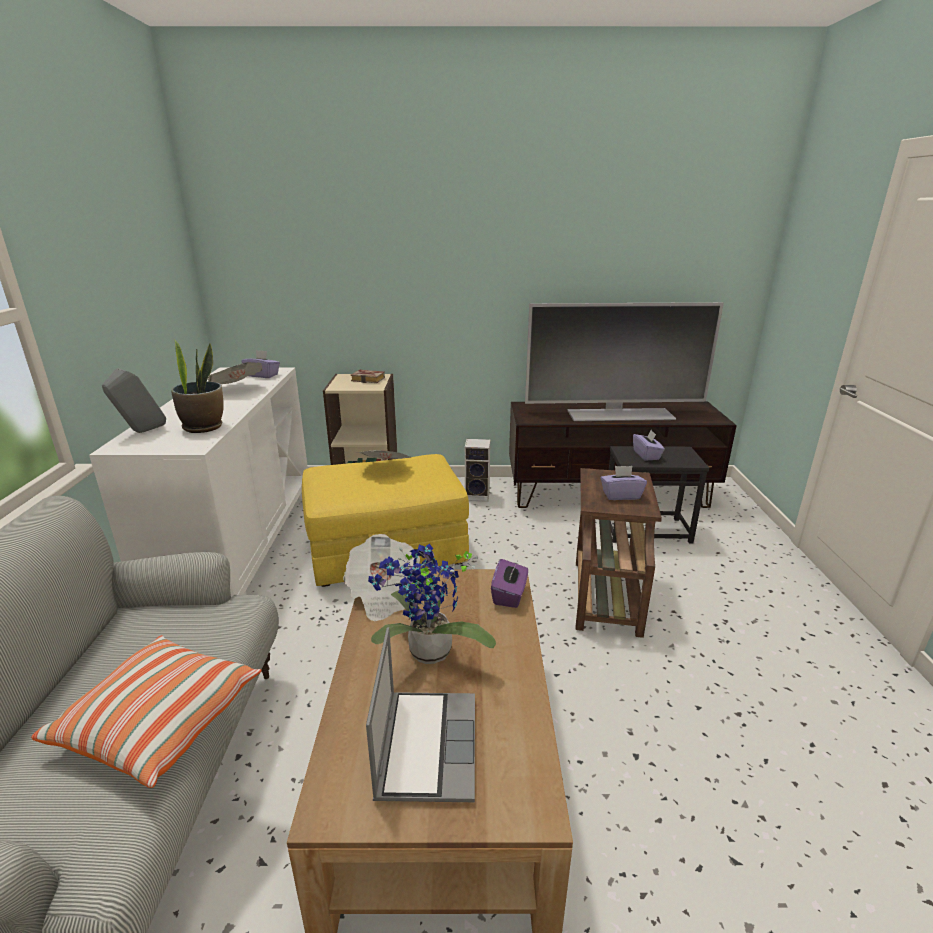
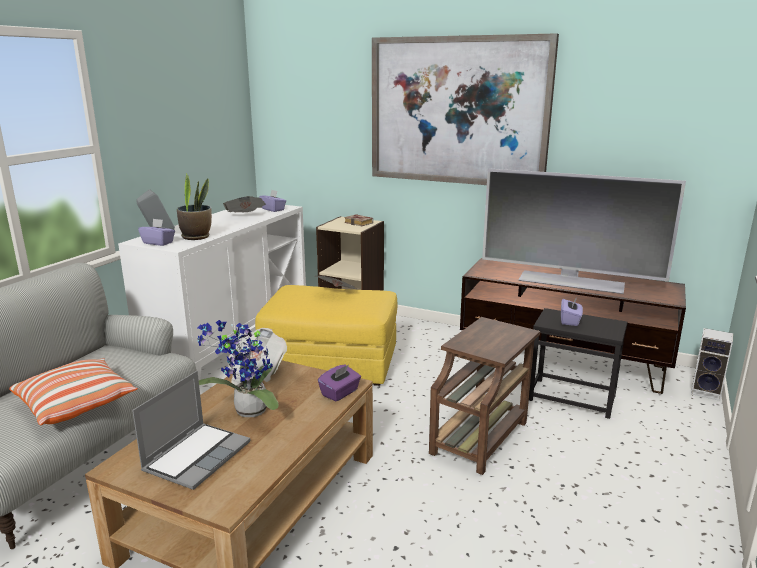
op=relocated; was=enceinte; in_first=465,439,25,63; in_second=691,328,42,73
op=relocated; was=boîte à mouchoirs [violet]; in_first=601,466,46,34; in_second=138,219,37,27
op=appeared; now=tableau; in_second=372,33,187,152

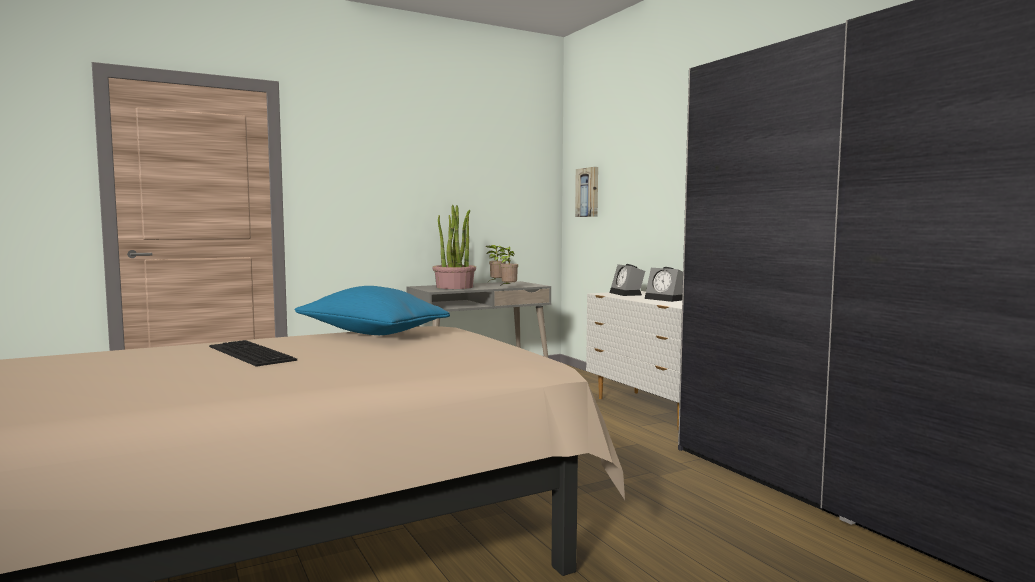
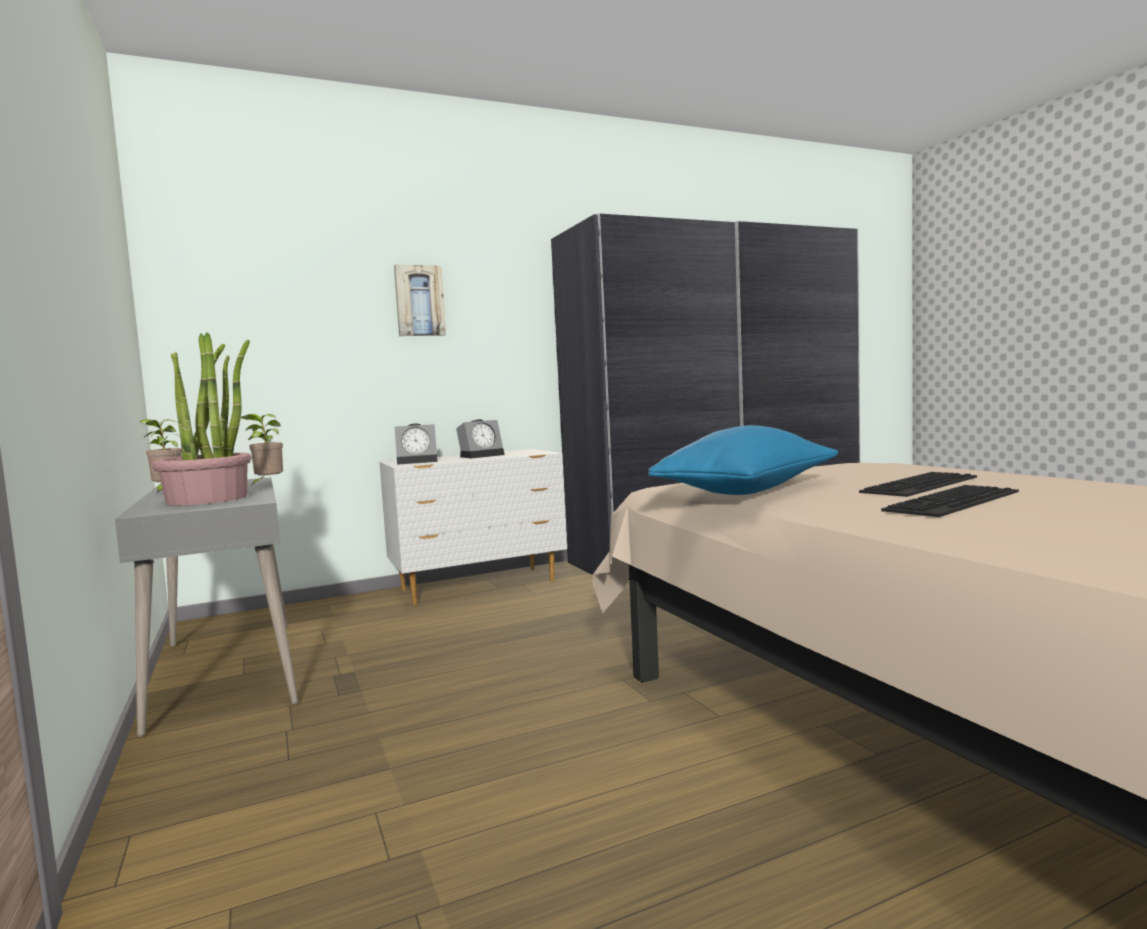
op=relocated; was=tableau; in_first=575,167,23,50; in_second=394,265,52,71
op=appeared; now=clavier; in_second=859,472,118,25

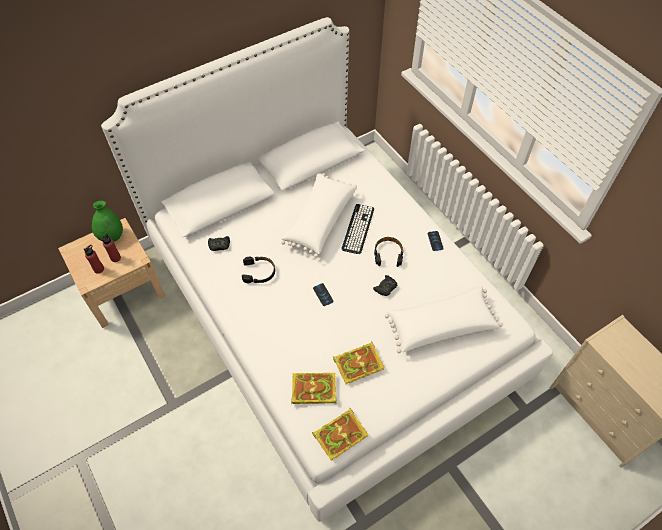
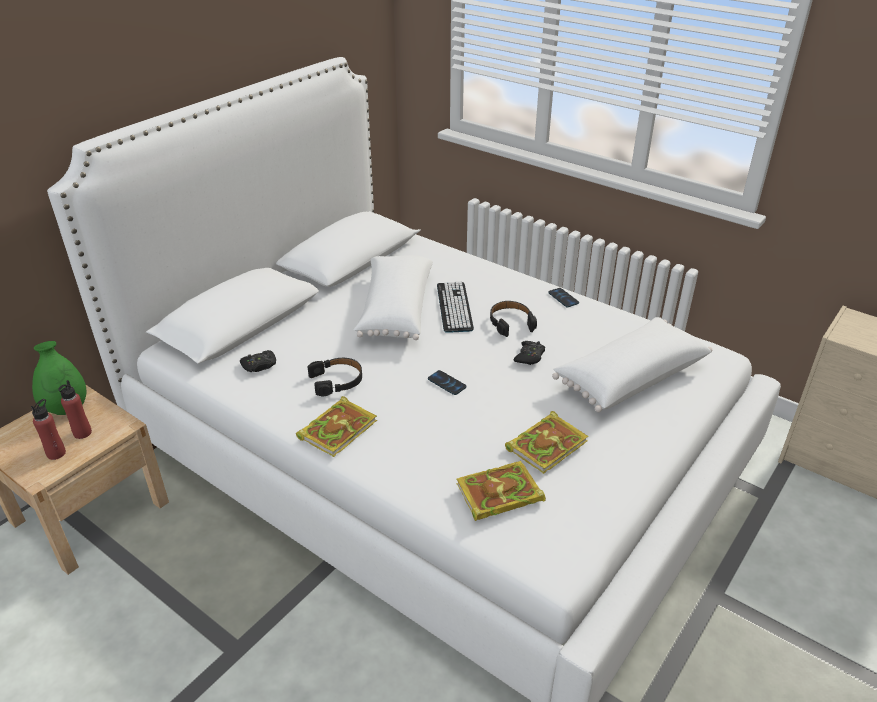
op=relocated; was=livre; in_first=312,408,56,53; in_second=296,396,81,61

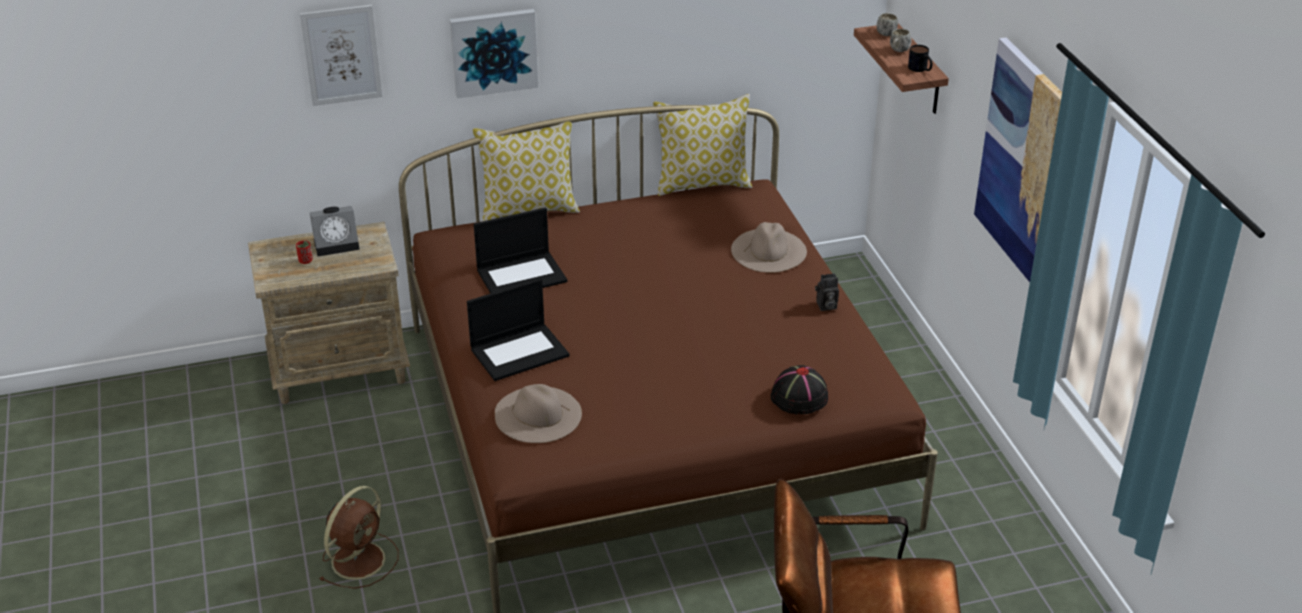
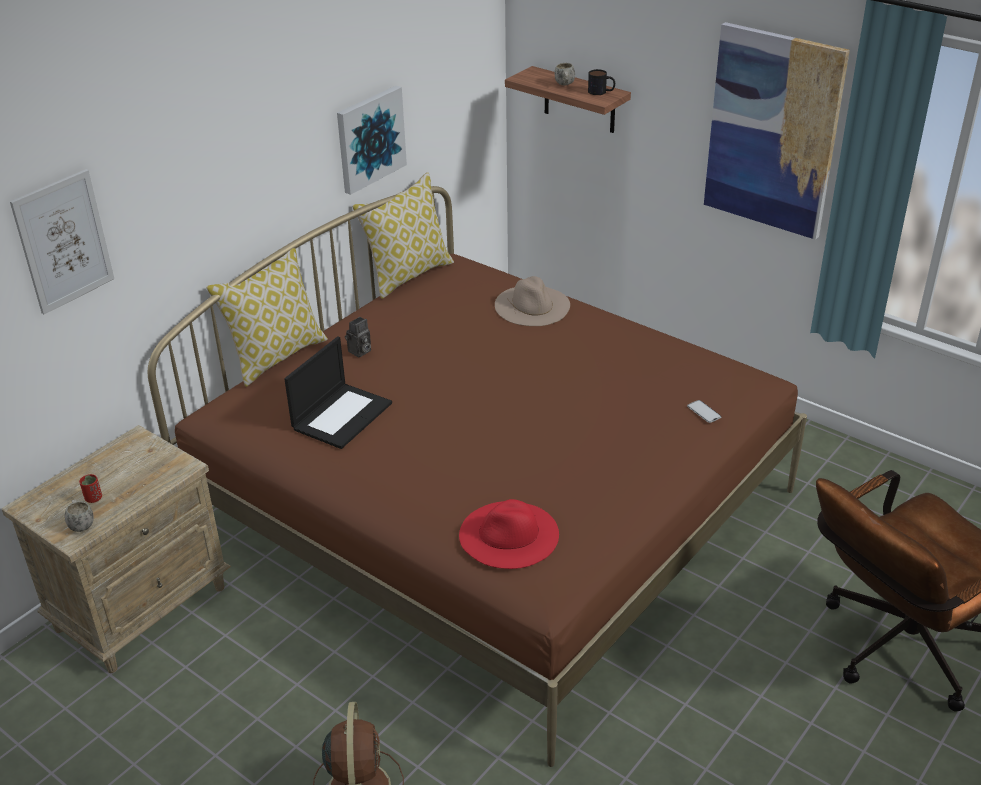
op=missing; was=réveil; in_first=310,206,50,50
op=relocated; was=tableau; in_first=450,9,88,90; in_second=337,86,70,109
op=missing; was=ordinateur portable; in_first=467,278,103,103
op=colour; was=chapeau [beige]; now=chapeau [rouge]; in_first=495,384,87,59; in_second=459,499,100,70
op=exchanged; was=chapeau [noir]; now=téléphone; in_first=771,365,57,49; in_second=687,400,34,23
op=relocated; was=appareil photo; in_first=815,273,24,38; in_second=345,317,26,40
op=relocated; was=mug [blanc]; in_first=877,13,21,23; in_second=65,499,29,33

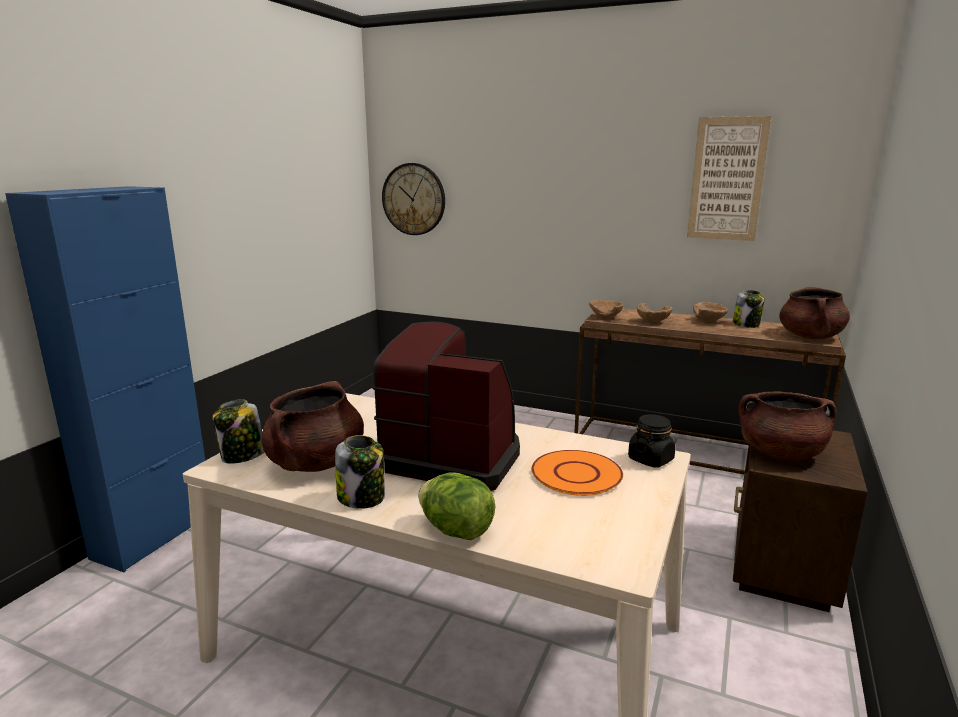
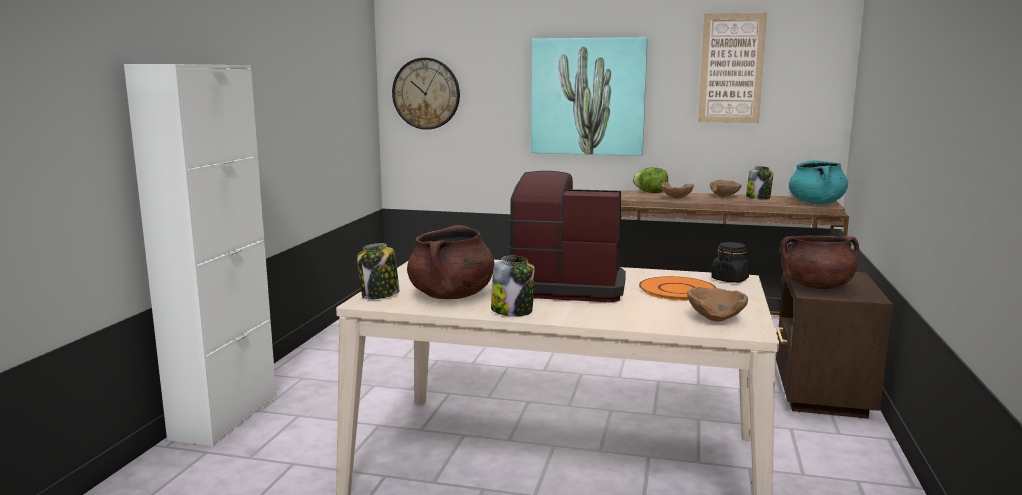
op=colour; was=meuble de rangement [bleu]; now=meuble de rangement [blanc]; in_first=5,186,200,386; in_second=124,64,153,382
op=relocated; was=laitue; in_first=418,472,77,68; in_second=633,167,35,26
op=relocated; was=bol [marron]; in_first=589,299,35,20; in_second=687,287,61,35
op=colour; was=marmite [marron]; now=marmite [turquoise]; in_first=779,287,71,52; in_second=788,160,60,44
op=appeared; now=tableau; in_second=531,37,117,119

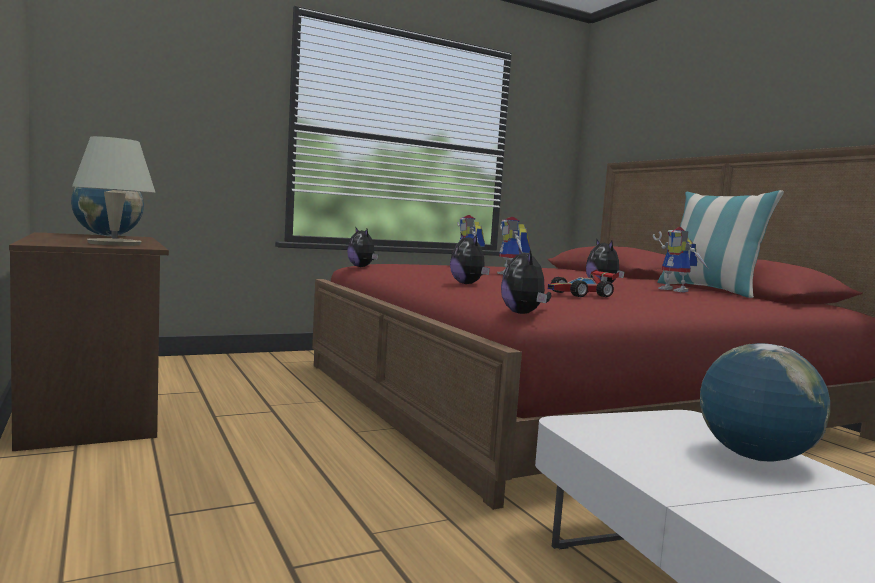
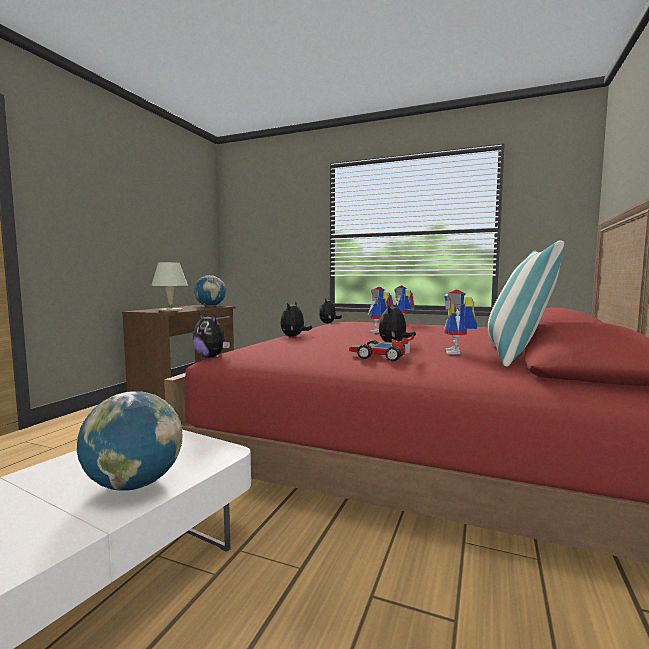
op=spun; was=peluche; in_first=501,249,50,65; in_second=193,314,37,44; clockwise=-90
op=relocated; was=petite voiture; in_first=548,269,71,28; in_second=349,335,65,26

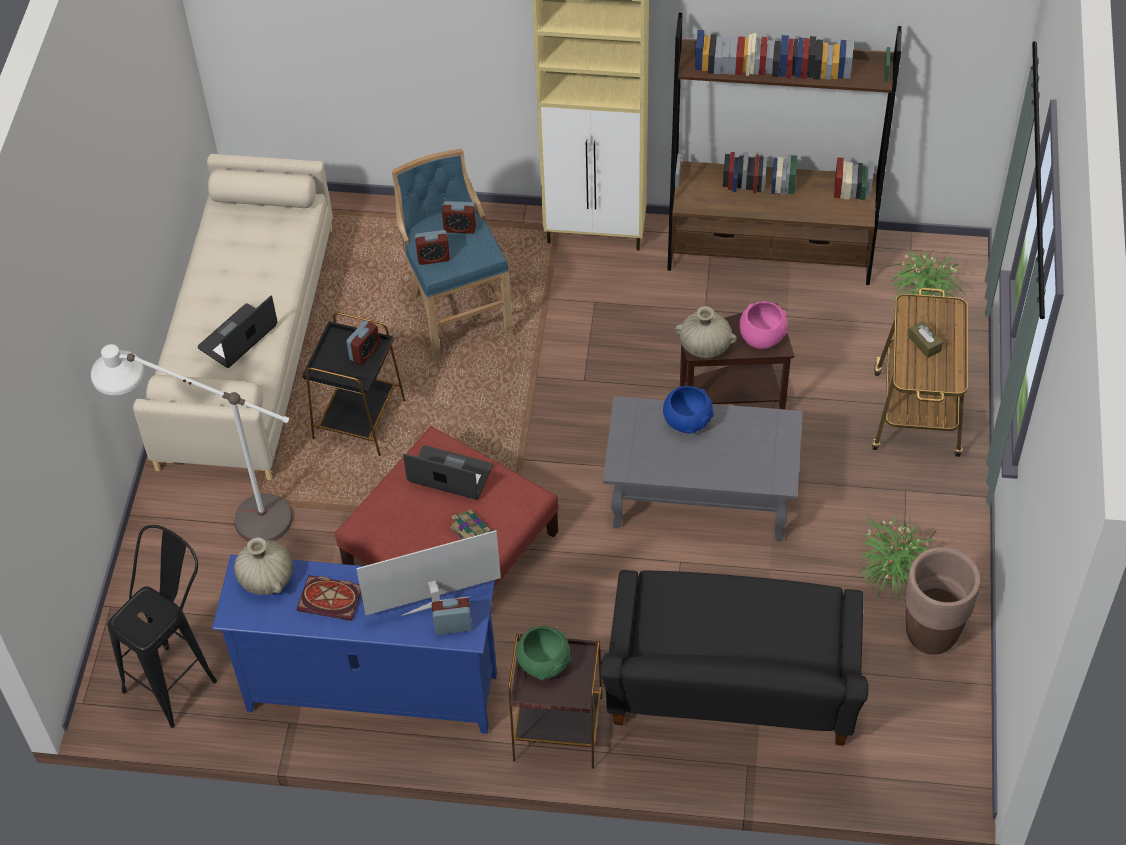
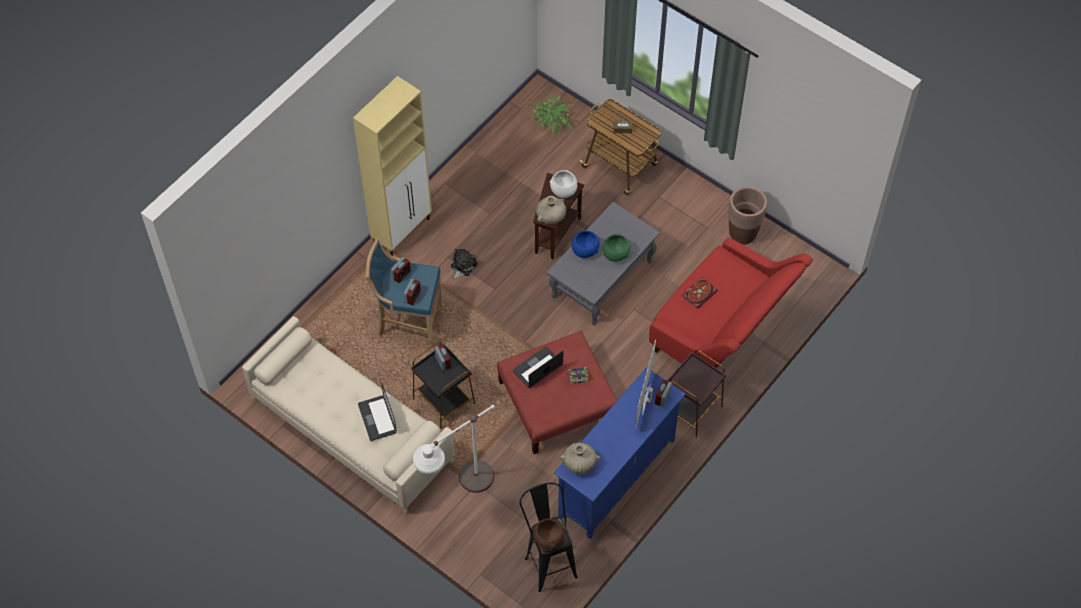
op=relocated; was=livre; in_first=297,575,64,46; in_second=682,278,36,31
op=relocated; was=bol [vert]; in_first=516,626,55,54; in_second=602,234,29,28
op=colour; was=canapé [noir]; now=canapé [rouge]; in_first=600,570,268,176; in_second=649,238,164,130
op=missing; was=bibliothèque [marron]; in_first=667,12,235,273
op=colour; was=bol [rose]; now=bol [blanc]; in_first=739,301,48,48; in_second=550,170,27,28
op=missing; was=plante en pot; in_first=858,513,80,87
op=appeared; now=peluche; in_second=451,249,27,31
op=appeared; now=bol [marron]; in_second=533,519,32,31

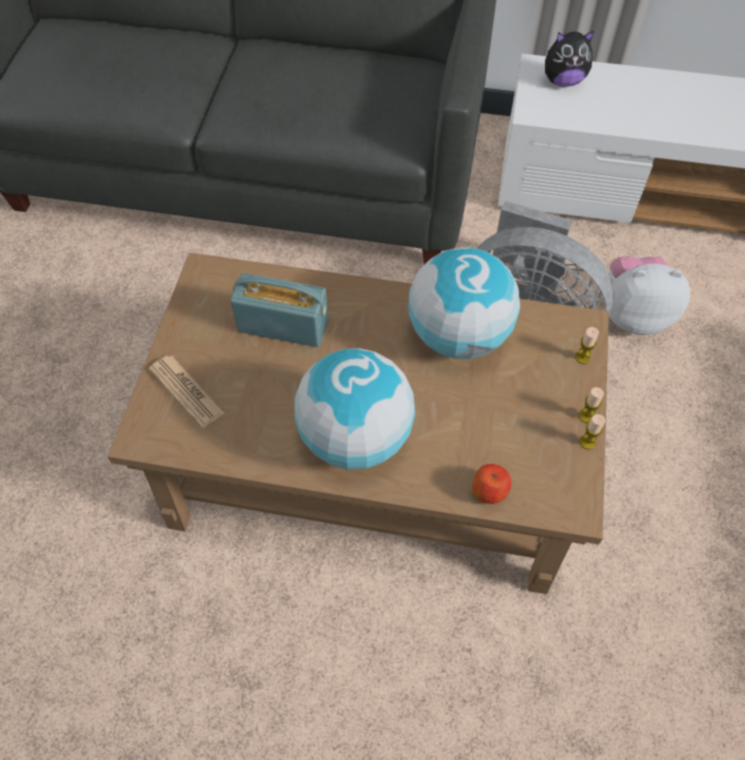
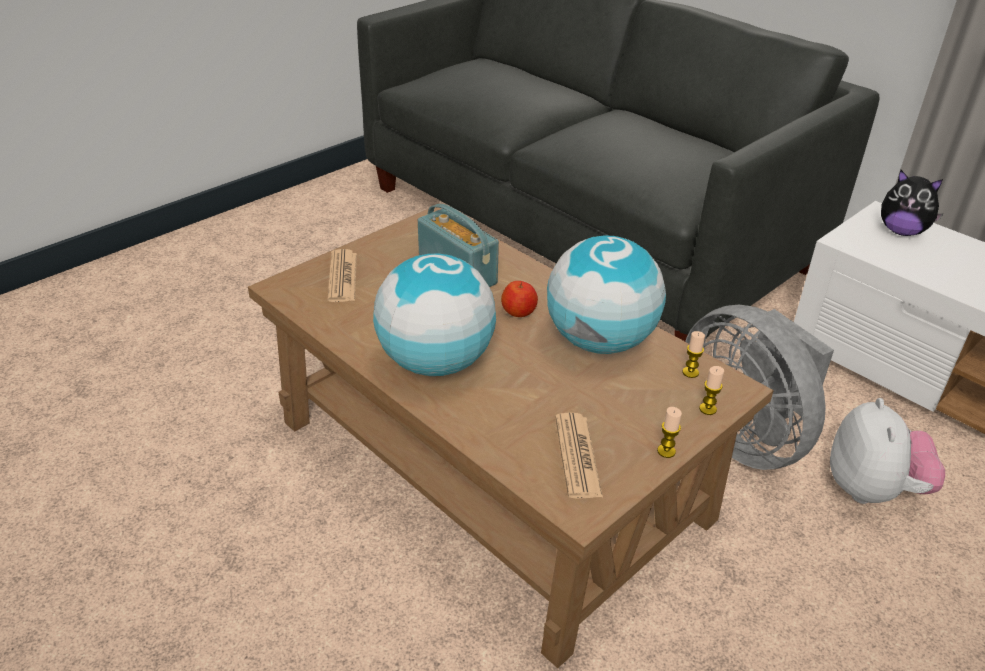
op=relocated; was=pomme; in_first=472,464,40,40; in_second=501,281,37,36
op=relocated; was=bougie; in_first=580,414,25,35; in_second=683,331,22,47
op=spun; was=peluche; in_first=609,256,81,79; in_second=830,398,115,106; clockwise=60
op=appeared; now=journal; in_second=555,413,48,86

